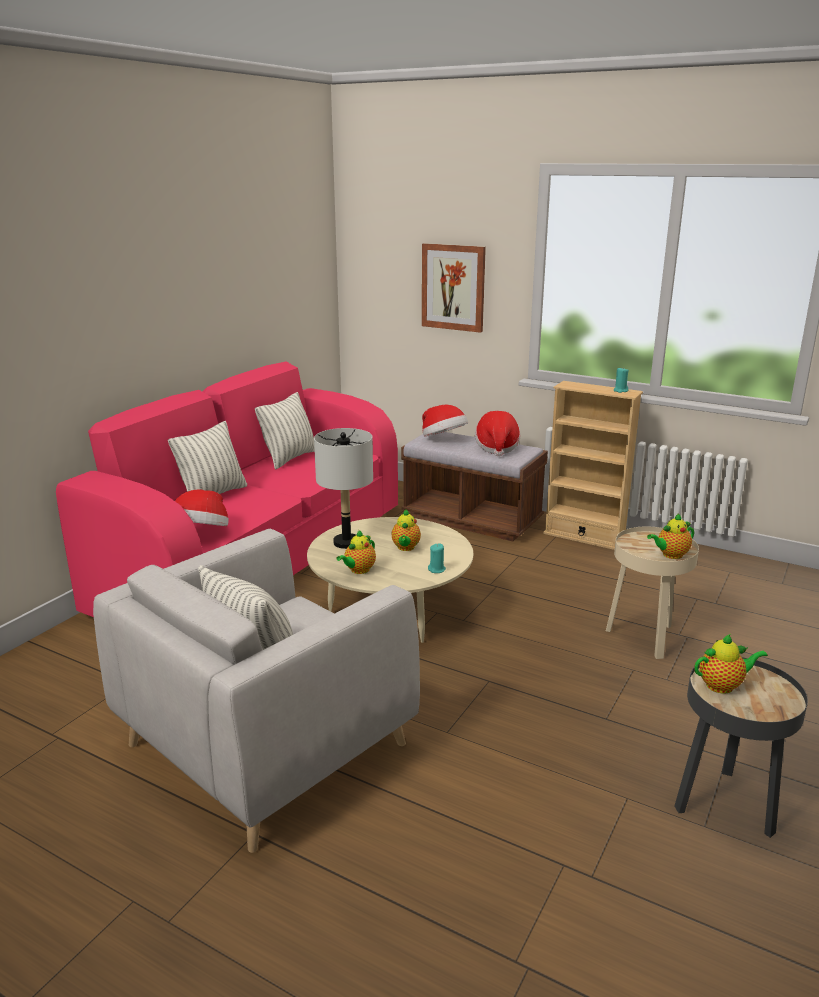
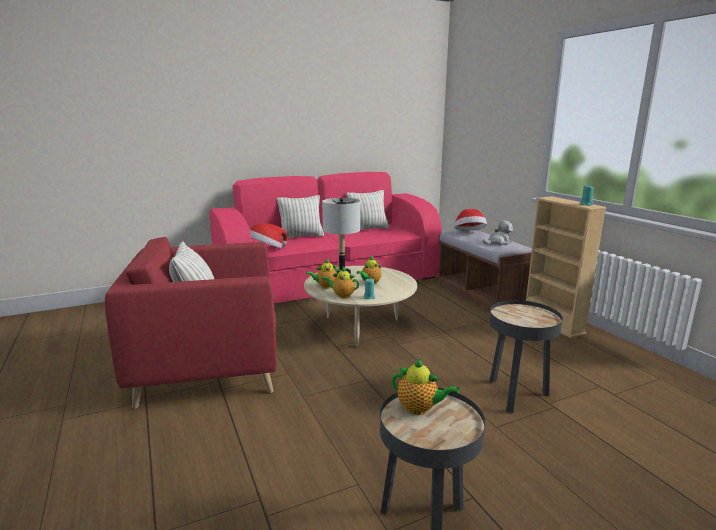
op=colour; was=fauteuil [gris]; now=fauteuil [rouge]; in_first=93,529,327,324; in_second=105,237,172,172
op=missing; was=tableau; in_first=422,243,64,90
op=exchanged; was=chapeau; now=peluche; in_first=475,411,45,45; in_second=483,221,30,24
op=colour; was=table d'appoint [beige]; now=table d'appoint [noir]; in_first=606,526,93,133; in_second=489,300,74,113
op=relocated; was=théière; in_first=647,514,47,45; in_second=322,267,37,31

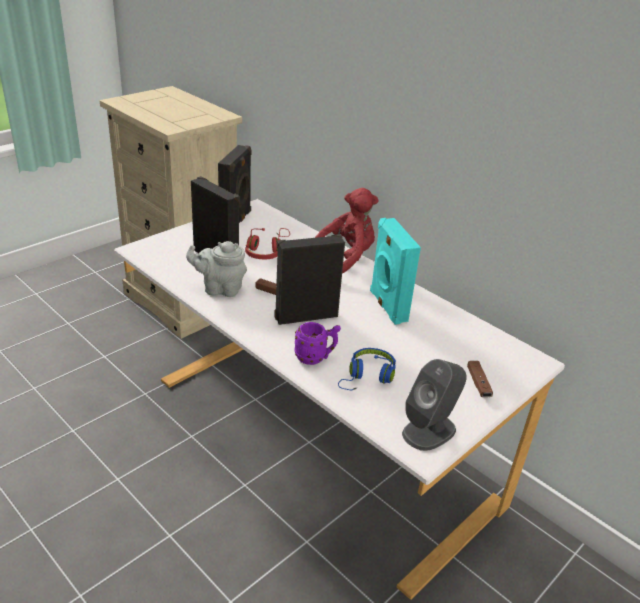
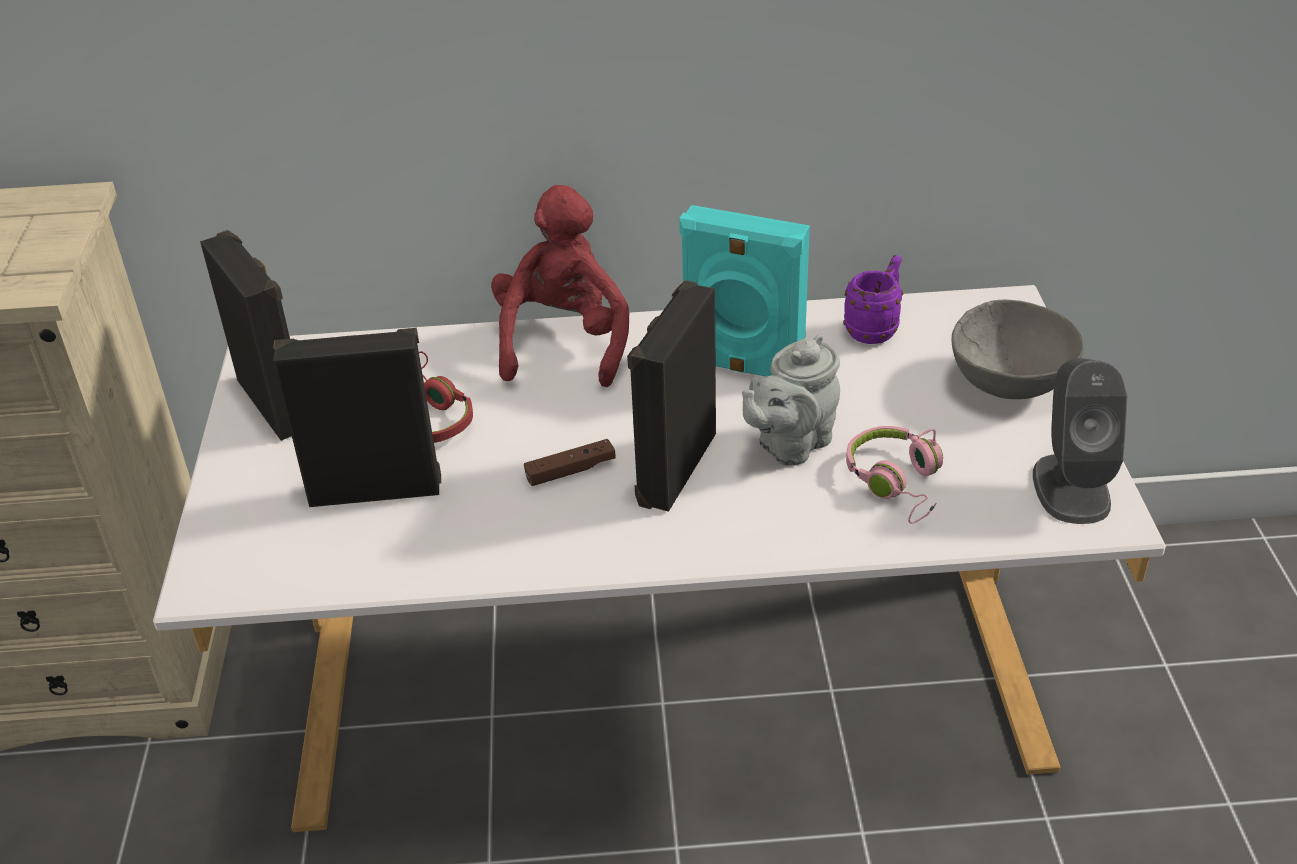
op=relocated; was=théière [gris]; in_first=186,241,61,56; in_second=742,334,98,132
op=relocated; was=mug [violet]; in_first=294,322,47,43; in_second=843,255,60,89
op=colour; was=casque audio [bleu]; now=casque audio [rose]; in_first=338,348,58,43; in_second=846,426,97,98
op=exchanged; was=manette [marron]; now=bol [gris]; in_first=467,361,26,36; in_second=952,300,132,99

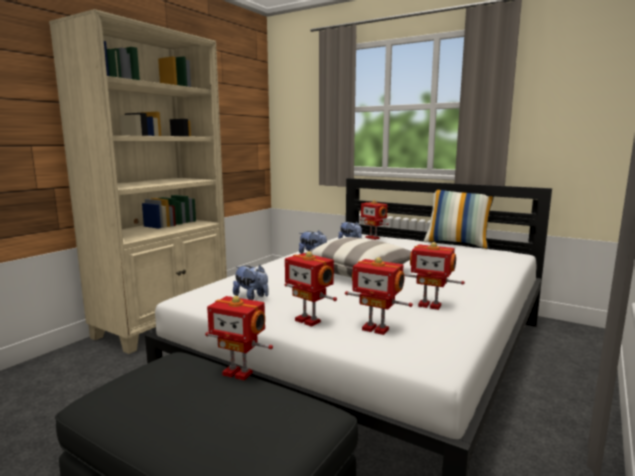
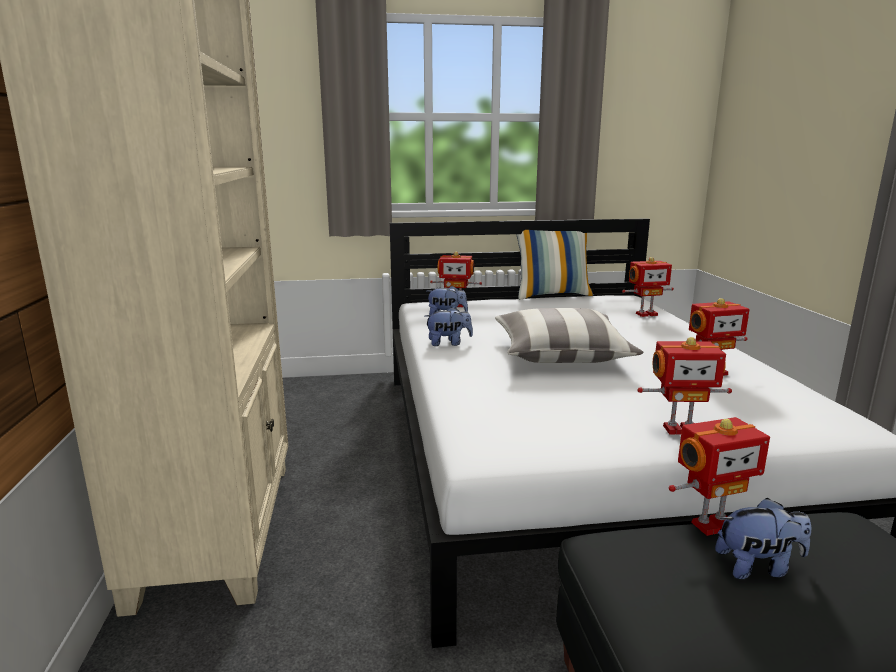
op=relocated; was=peluche; in_first=233,265,36,35; in_second=715,498,96,81
op=relocated; was=robot jouet; in_first=345,257,68,78; in_second=622,257,52,60

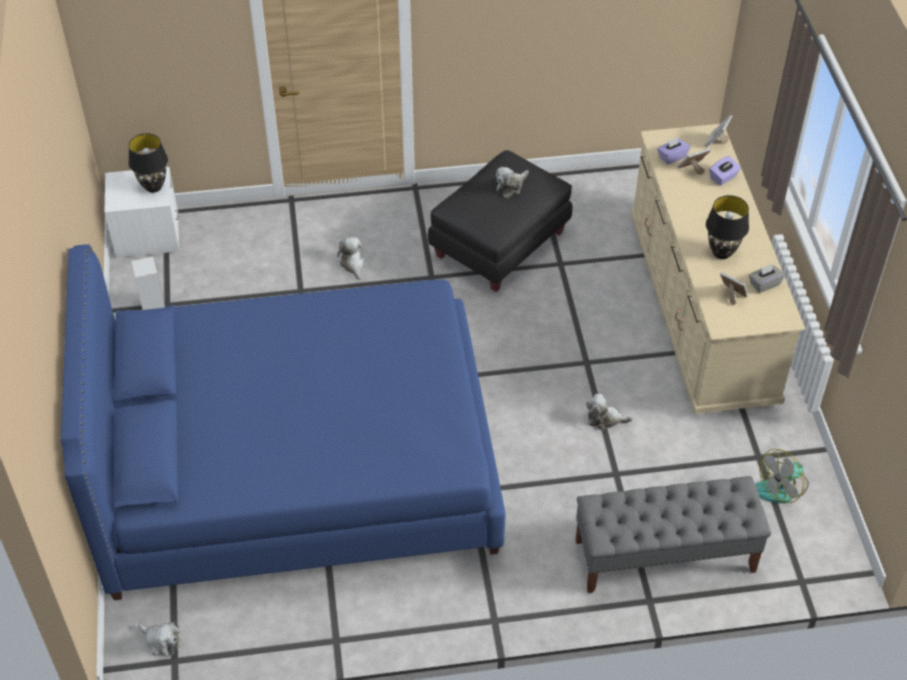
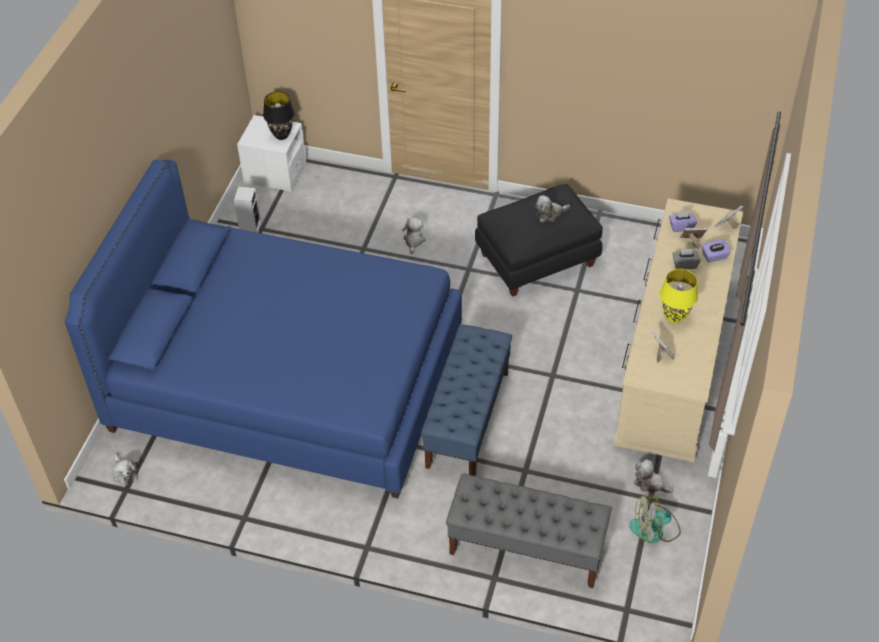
op=relocated; was=peluche; in_first=586,394,47,36; in_second=634,459,39,34
op=colour; was=lampe de table [noir]; now=lampe de table [jaune]; in_first=706,195,43,64; in_second=660,269,38,54
op=relocated; was=boîte à mouchoirs [gris]; in_first=749,264,36,29; in_second=672,249,29,20
op=appeared; now=banc [bleu]; in_second=421,324,91,152

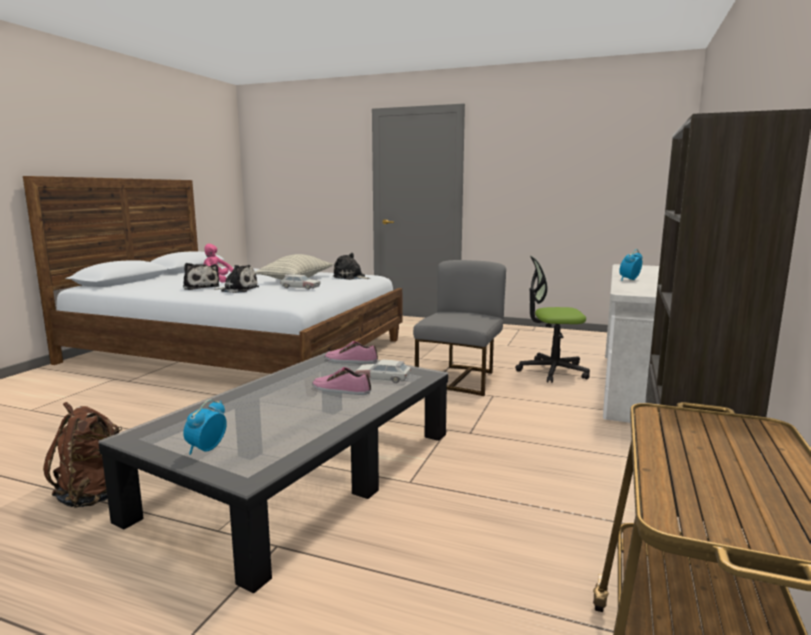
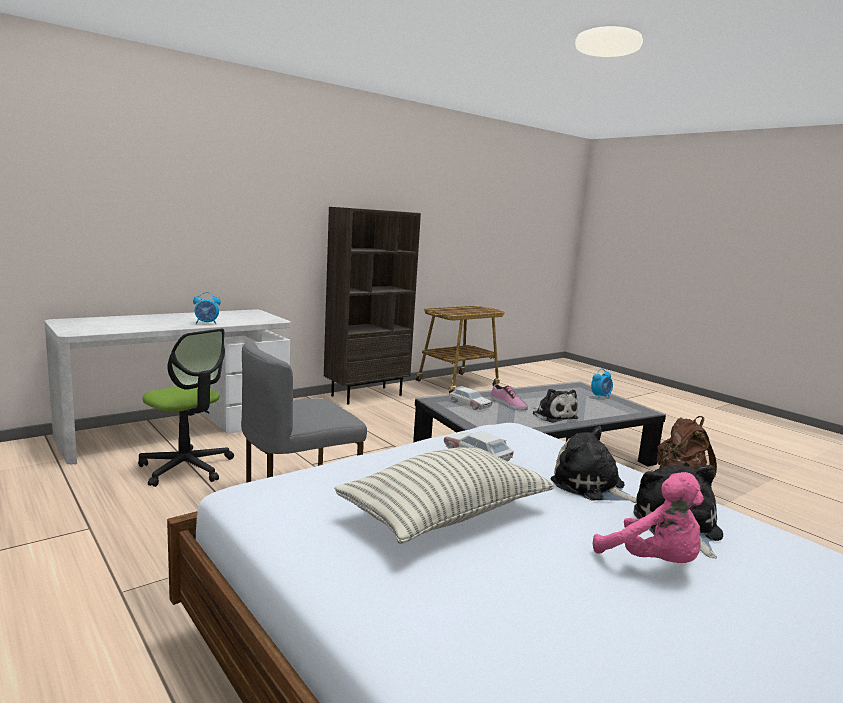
op=missing; was=chaussure; in_first=325,341,53,23
op=relocated; was=peluche; in_first=333,253,37,27; in_second=531,389,47,34

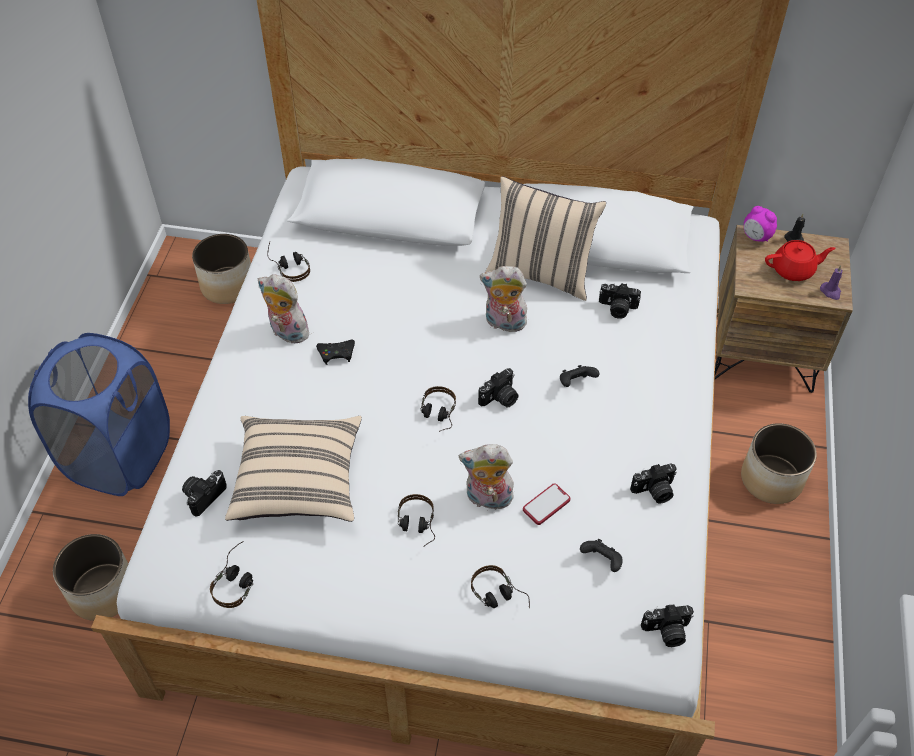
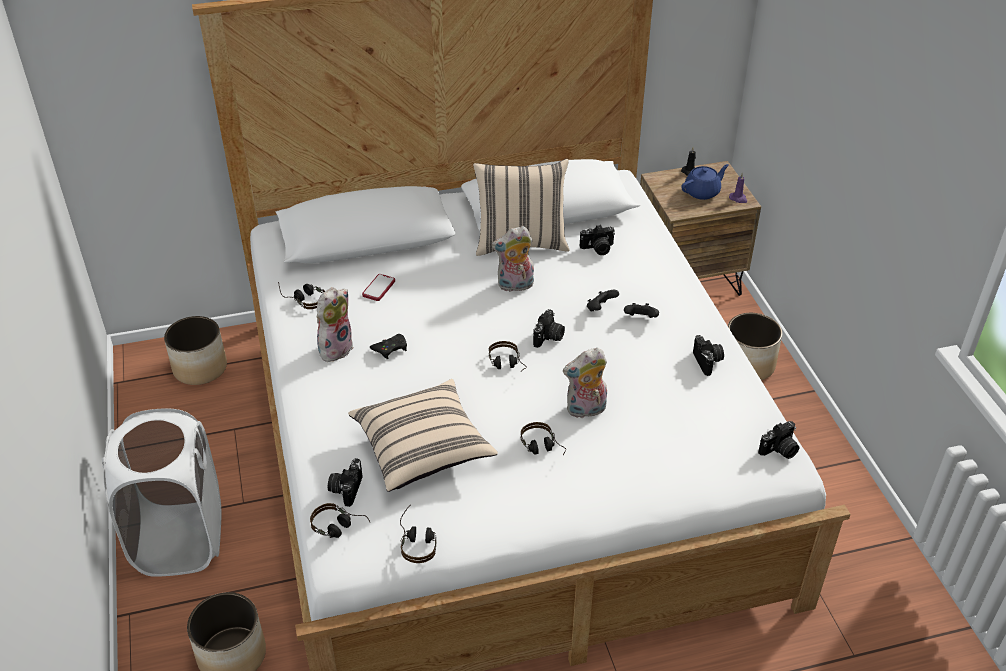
op=colour; was=panier à linge [bleu]; now=panier à linge [blanc]; in_first=28,333,142,163; in_second=102,409,120,168
op=spun; was=peluche; in_first=258,274,53,69; in_second=317,287,37,75; clockwise=120
op=relocated; was=casque audio; in_first=471,565,59,43; in_second=310,503,60,35
op=relocated; was=téléphone; in_first=523,483,48,42; in_second=362,274,33,27
op=relocated; was=manette [noir]; in_first=580,539,43,33; in_second=624,303,35,15
op=spun; was=appareil photo; in_first=630,463,47,40; in_second=693,335,31,41; clockwise=-60
op=missing; was=réveil; in_first=744,206,33,36
op=colour; was=théière [rouge]; now=théière [bleu]; in_first=765,240,71,41; in_second=681,164,48,36

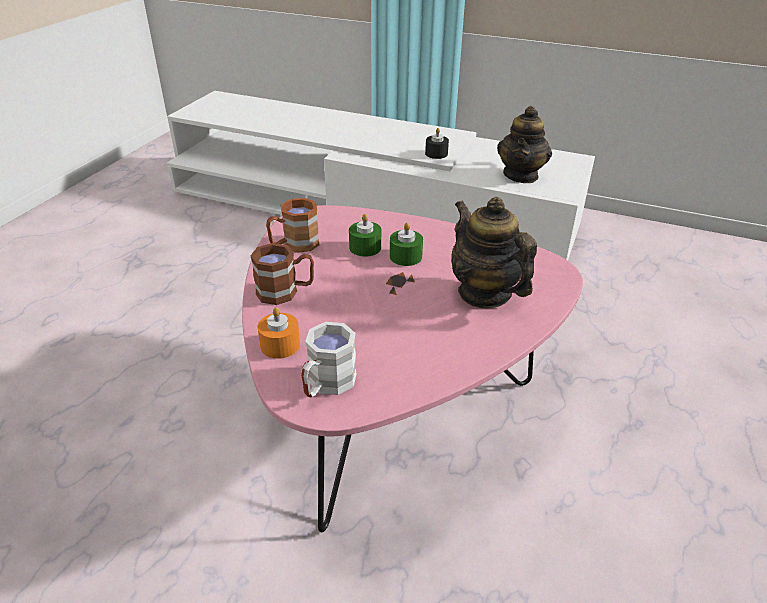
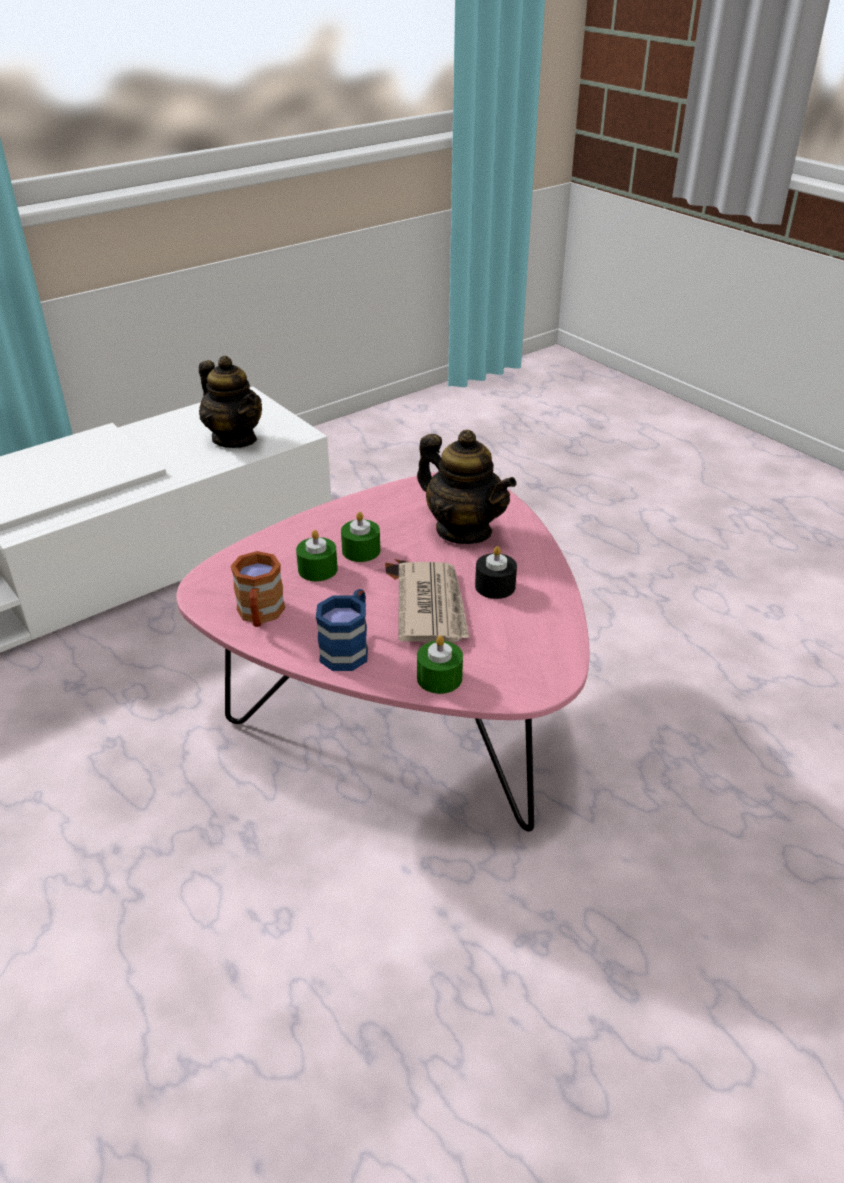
op=colour; was=mug [marron]; now=mug [bleu]; in_first=250,243,64,62; in_second=316,589,52,82
op=colour; was=bougie [orange]; now=bougie [vert]; in_first=258,307,42,52; in_second=417,635,46,59
op=missing; was=mug [blanc]; in_first=301,322,56,75
op=relocated; was=bougie [noir]; in_first=425,128,24,31; in_second=475,546,42,53
op=spun; was=théière; in_first=451,197,86,111; in_second=417,430,99,114; clockwise=-135
op=appeared; now=journal; in_second=399,562,70,80

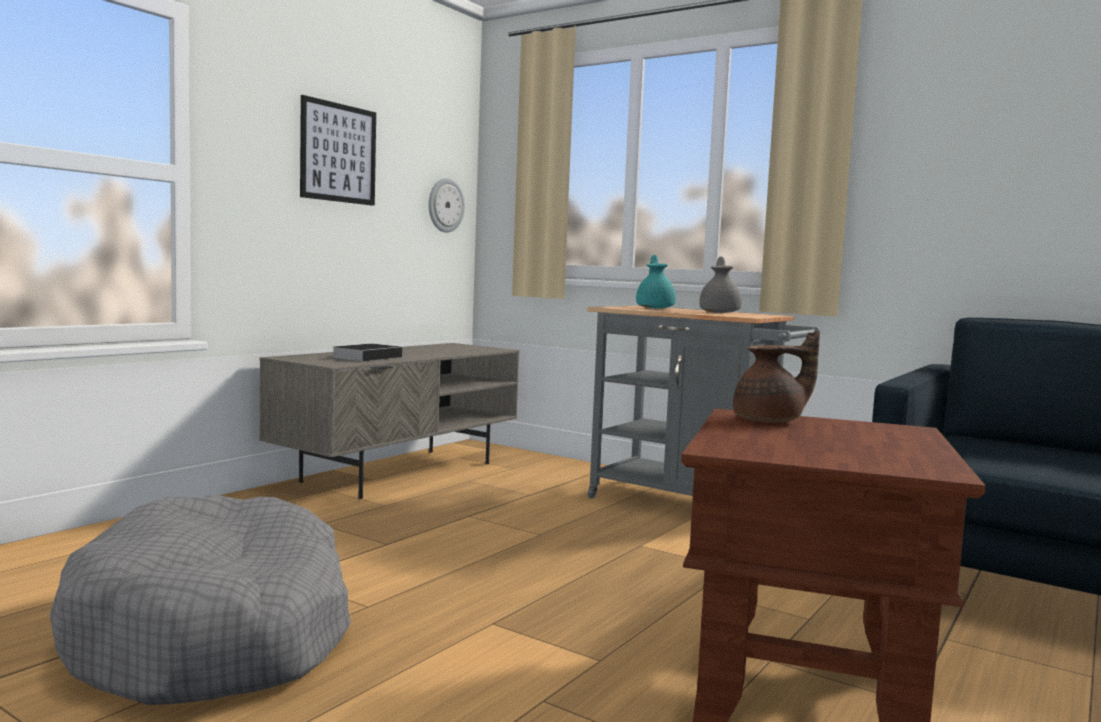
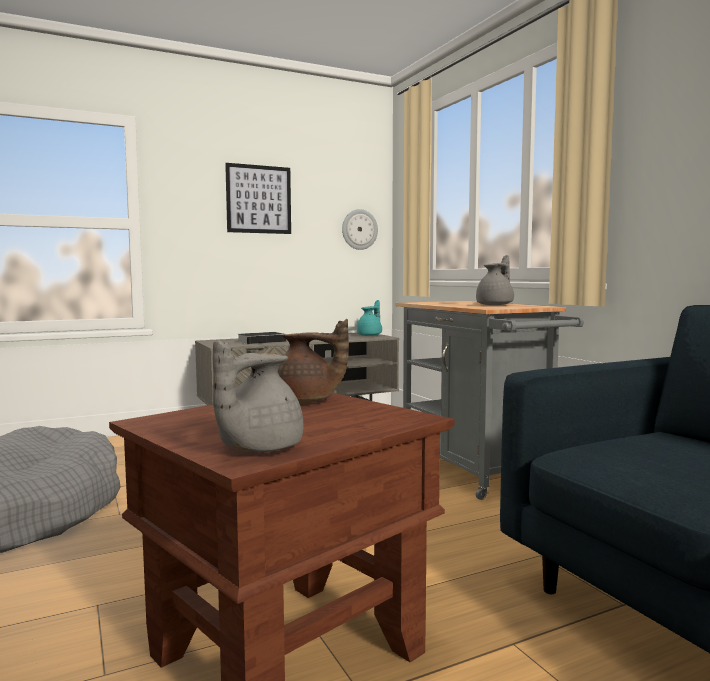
op=relocated; was=théière [turquoise]; in_first=636,255,40,53; in_second=357,300,25,36
op=appeared; now=théière [gris]; in_second=213,341,90,111

